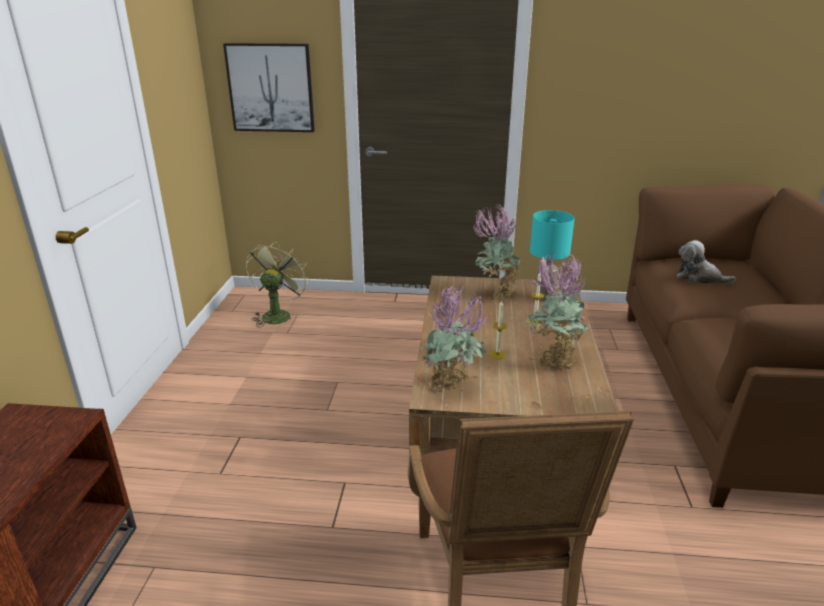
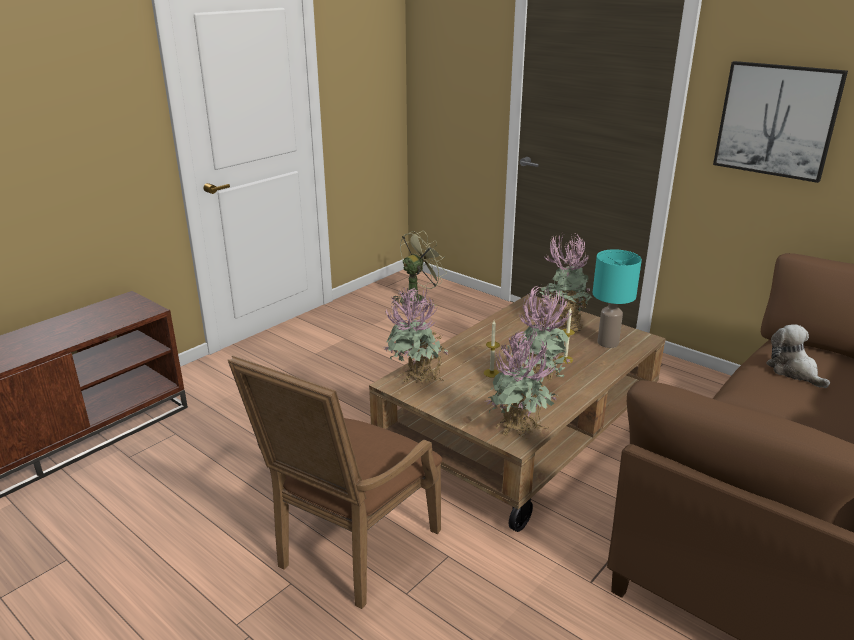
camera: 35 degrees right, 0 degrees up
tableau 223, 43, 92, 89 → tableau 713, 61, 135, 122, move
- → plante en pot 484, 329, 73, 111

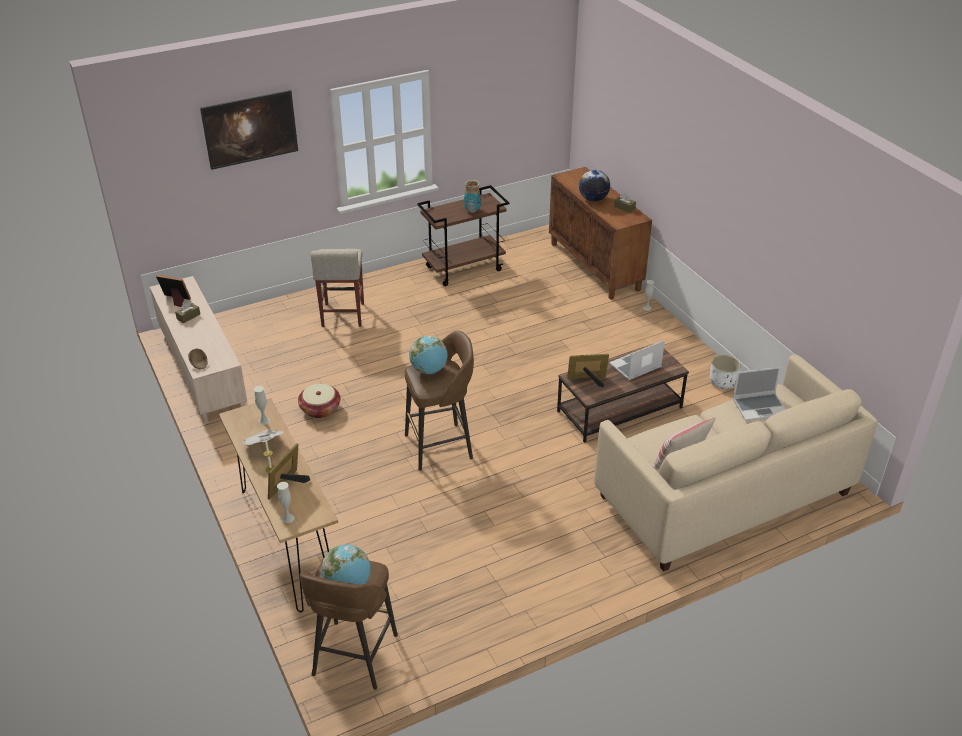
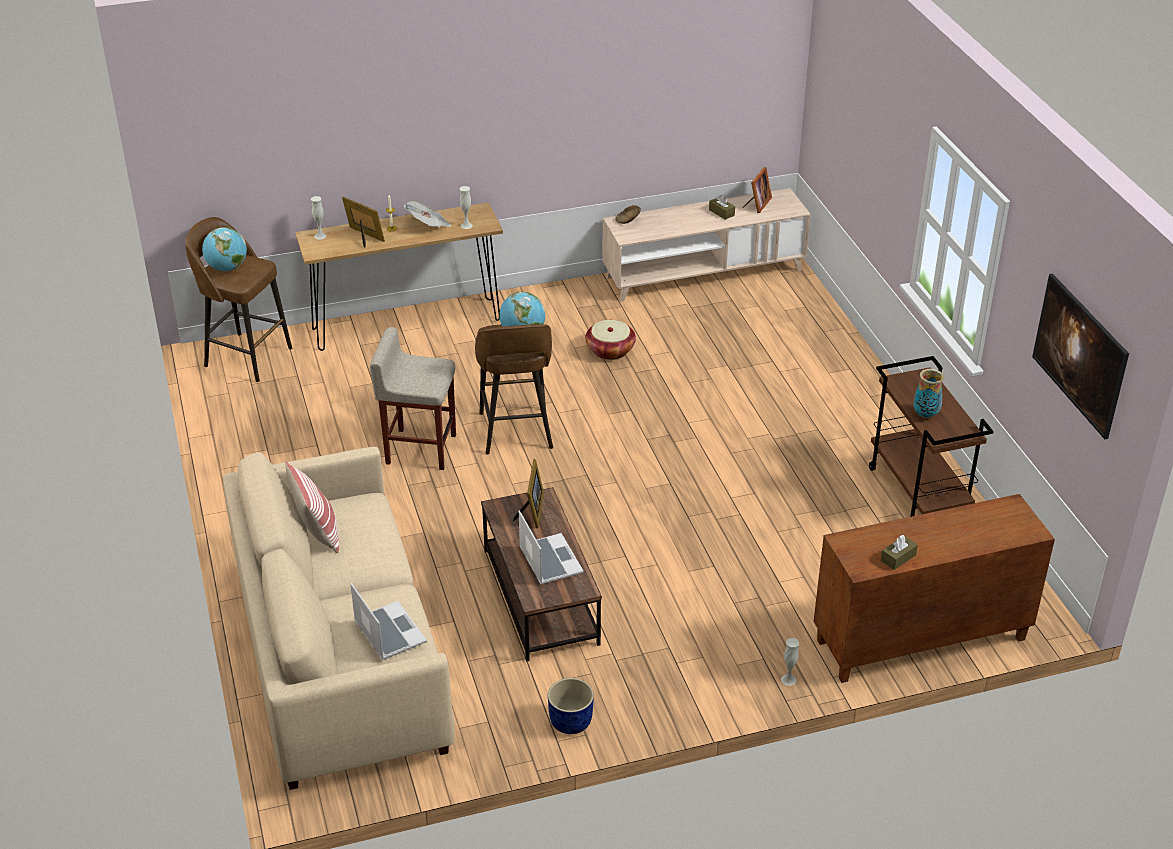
camera: 100 degrees right, 0 degrees up
tableau 200, 90, 98, 80 → tableau 1032, 273, 97, 166, move
tabouret [beige] 311, 249, 53, 78 → tabouret [beige] 370, 327, 86, 143, move
globe 579, 170, 31, 31 → -
cache-pot [blanc] 710, 355, 31, 34 → cache-pot [bleu] 548, 678, 46, 56
ordinateur portable 732, 367, 54, 54 → ordinateur portable 350, 583, 77, 77, 150 degrees clockwise

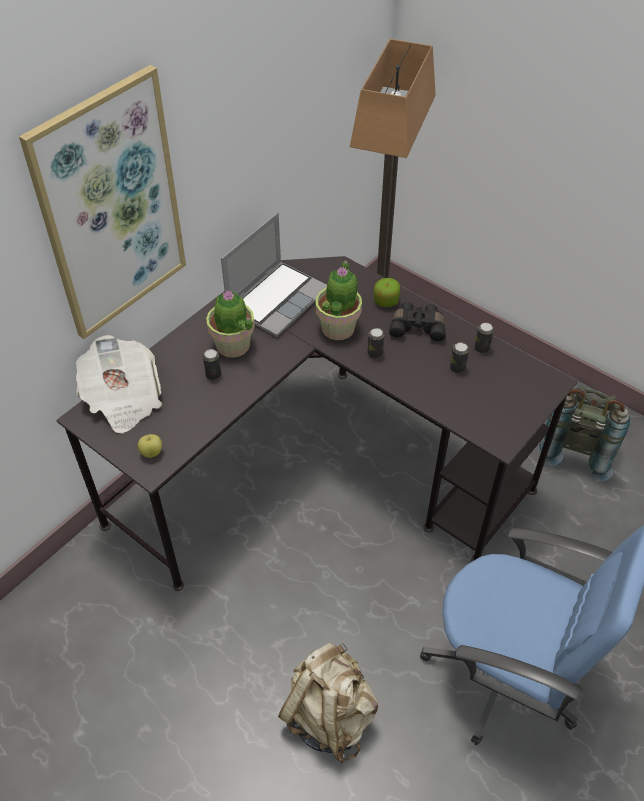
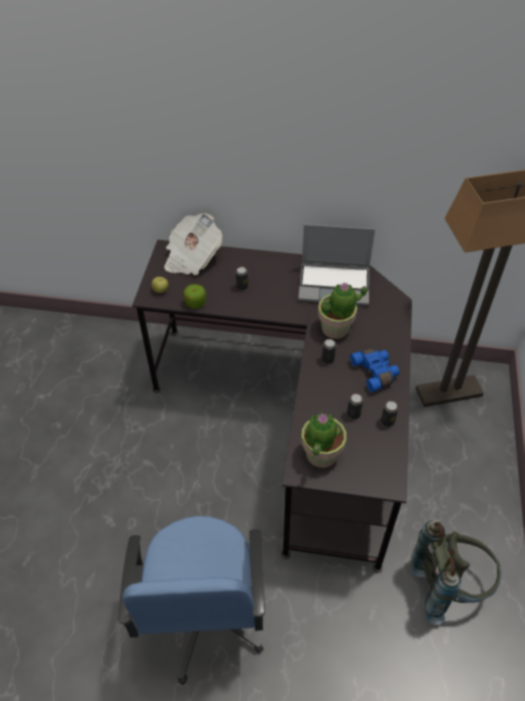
camera: 60 degrees right, 0 degrees up
tableau 19, 65, 167, 274 → -
plante en pot 206, 290, 49, 68 → plante en pot 301, 411, 45, 57, move
sac à dos [beige] 278, 643, 100, 121 → -
pomme 373, 278, 27, 29 → pomme 183, 284, 23, 25, move
jumelles [noir] 389, 302, 57, 40 → jumelles [bleu] 350, 348, 49, 44

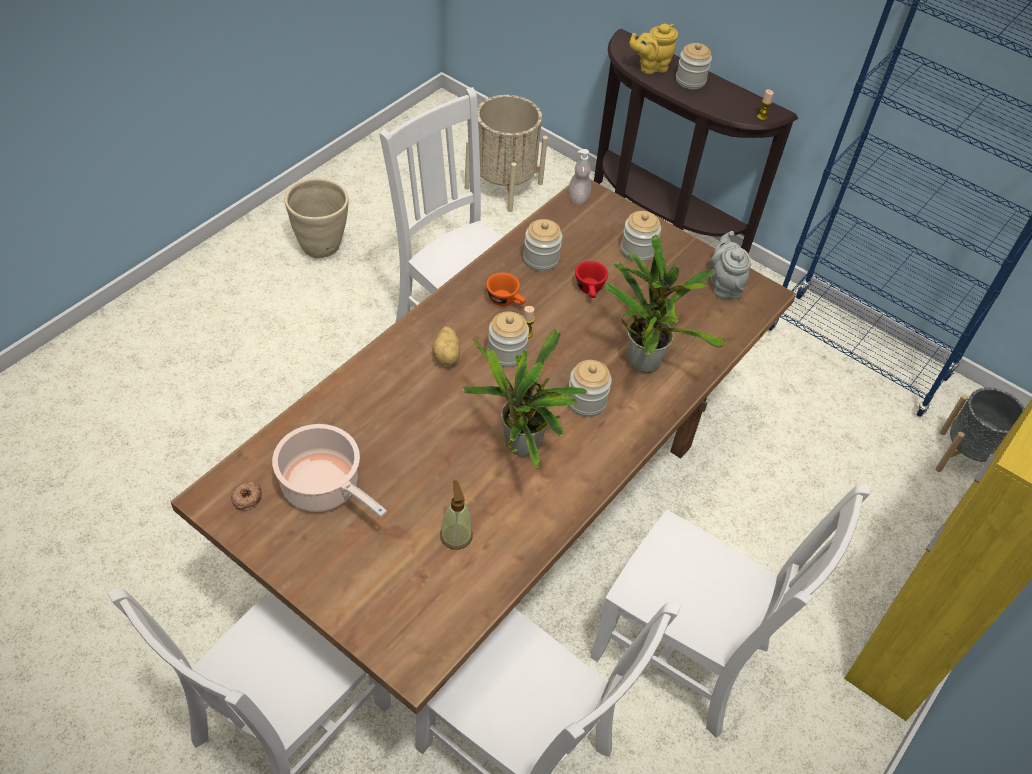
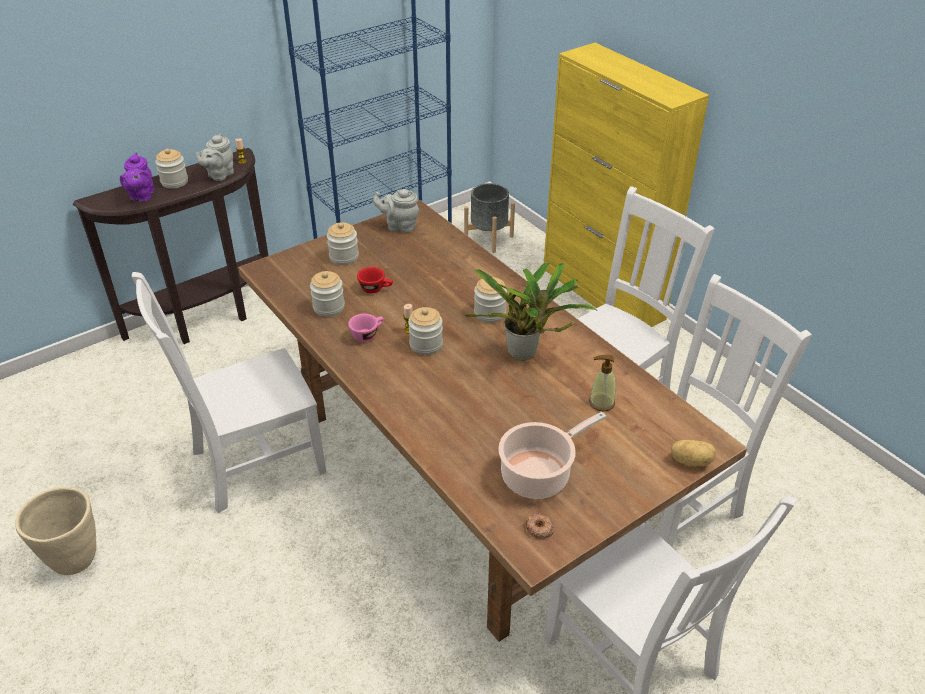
camera: 70 degrees left, 10 degrees down
pomme de terre 432, 326, 28, 40 → pomme de terre 671, 440, 45, 27, move
cache-pot [beige] 465, 95, 83, 117 → -
tasse [orange] 486, 273, 40, 33 → tasse [rose] 348, 314, 36, 28
distributeur de savon 568, 149, 23, 55 → -
plante en pot 605, 235, 121, 138 → -
théière [jaune] 629, 24, 49, 50 → théière [violet] 120, 152, 34, 50
- → théière [gris] 196, 133, 38, 48

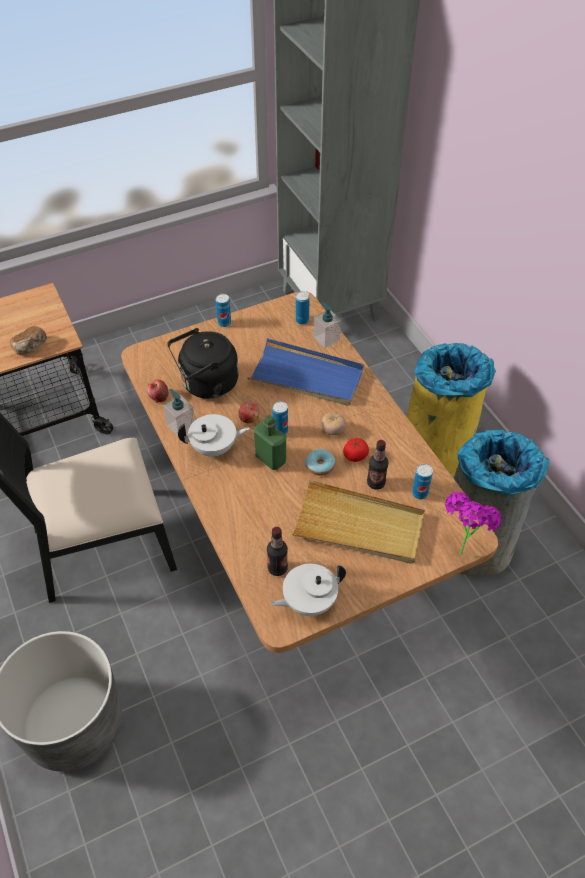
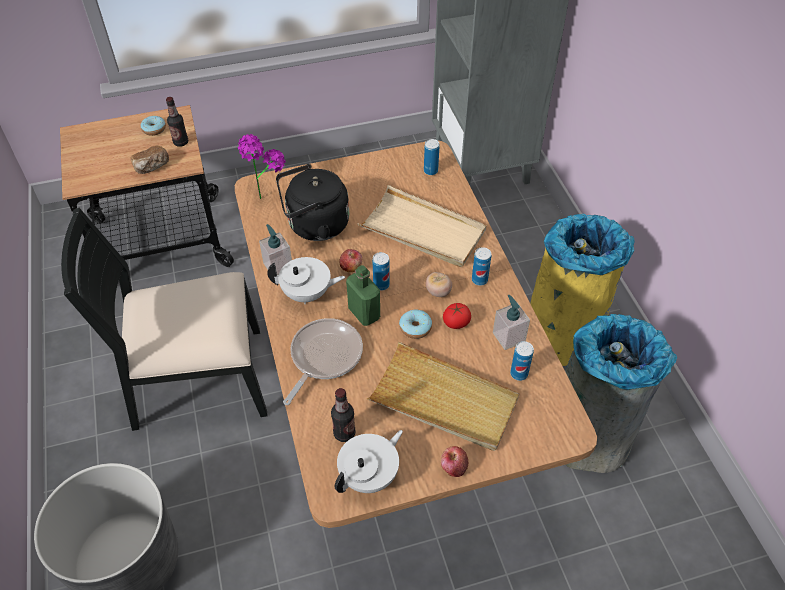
camera: 10 degrees right, 0 degrees up
pomme 147, 380, 21, 23 → pomme 441, 446, 27, 31, move
boîte métallique 216, 294, 15, 33 → boîte métallique 472, 247, 19, 39, move
plateau [bleu] 248, 338, 116, 68 → plateau [beige] 358, 185, 128, 82
théière [blanc] 270, 564, 76, 52 → théière [blanc] 335, 430, 68, 63, 150 degrees clockwise
distributeur de savon 313, 302, 28, 47 → distributeur de savon 493, 295, 37, 55, move
bouteille 367, 440, 21, 50 → bouteille 166, 97, 22, 50, move
plante en pot 445, 492, 57, 63 → plante en pot 238, 134, 48, 65, move
- → beignet 140, 115, 26, 21
- → poêle 283, 318, 80, 87

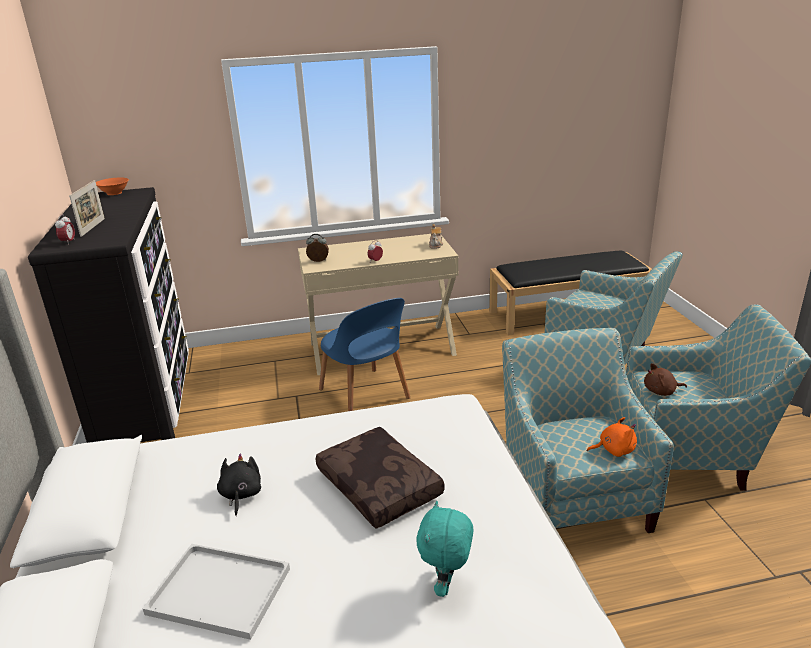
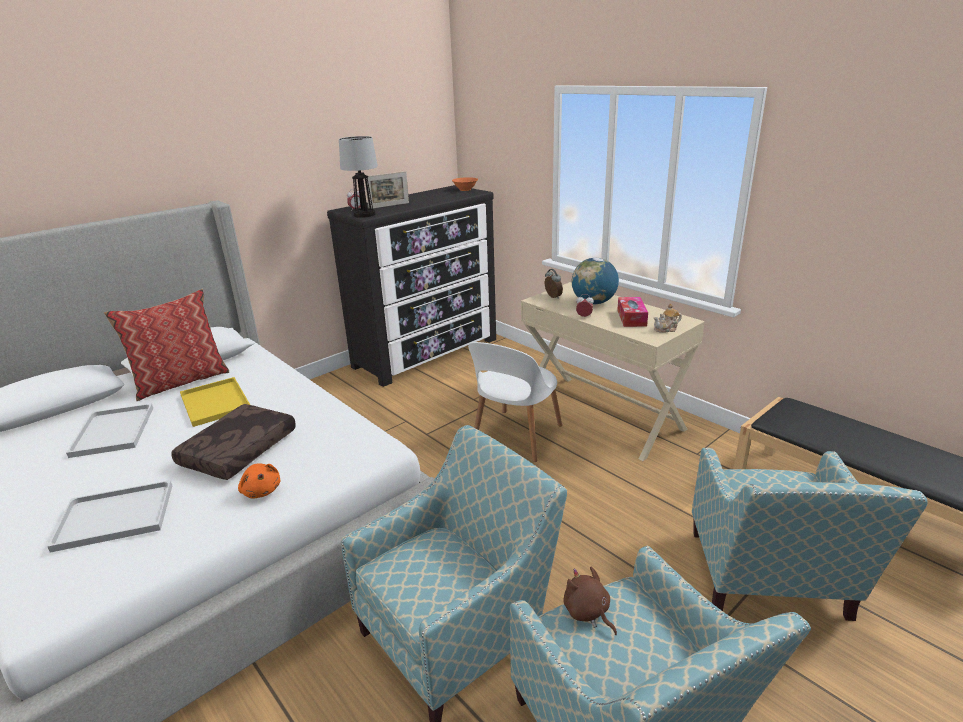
camera: 60 degrees right, 0 degrees up
peluche [noir] 217, 454, 44, 62 → plateau [jaune] 180, 377, 70, 50
chaise [bleu] 319, 298, 91, 113 → chaise [blanc] 468, 342, 94, 120
peluche [turquoise] 416, 501, 57, 96 → plateau [blanc] 47, 480, 125, 73
peluche [orange] 587, 417, 50, 40 → peluche [orange] 238, 463, 42, 36, move
- → coussin 104, 289, 125, 112
- → lampe de table 339, 136, 39, 82
- → globe 571, 258, 48, 47
- → boîte à mouchoirs 617, 297, 31, 30

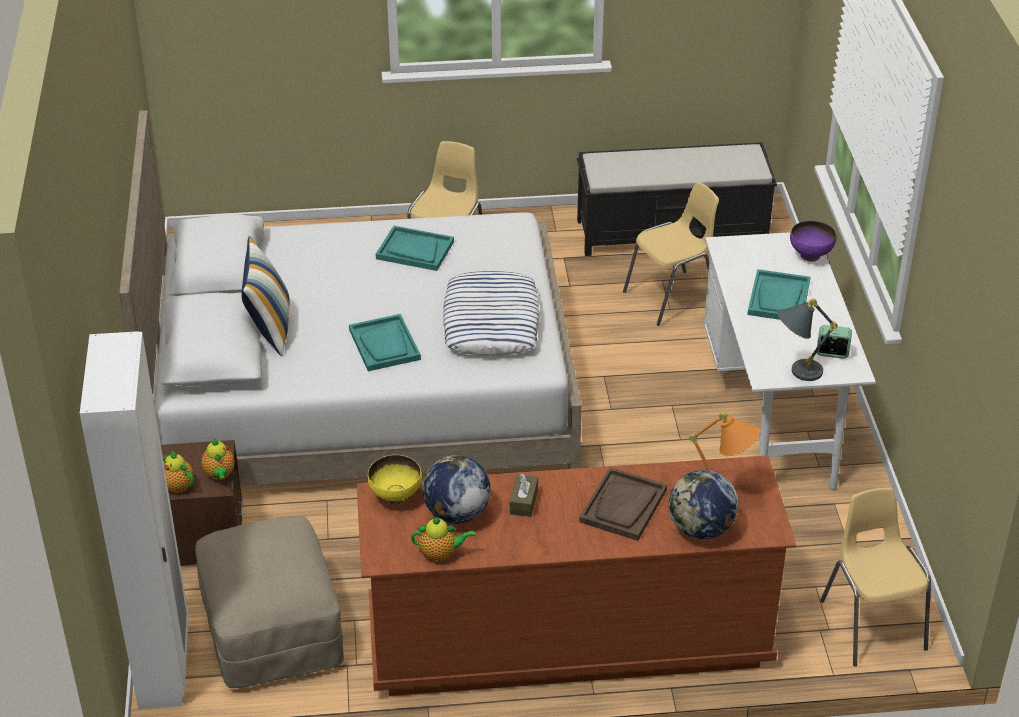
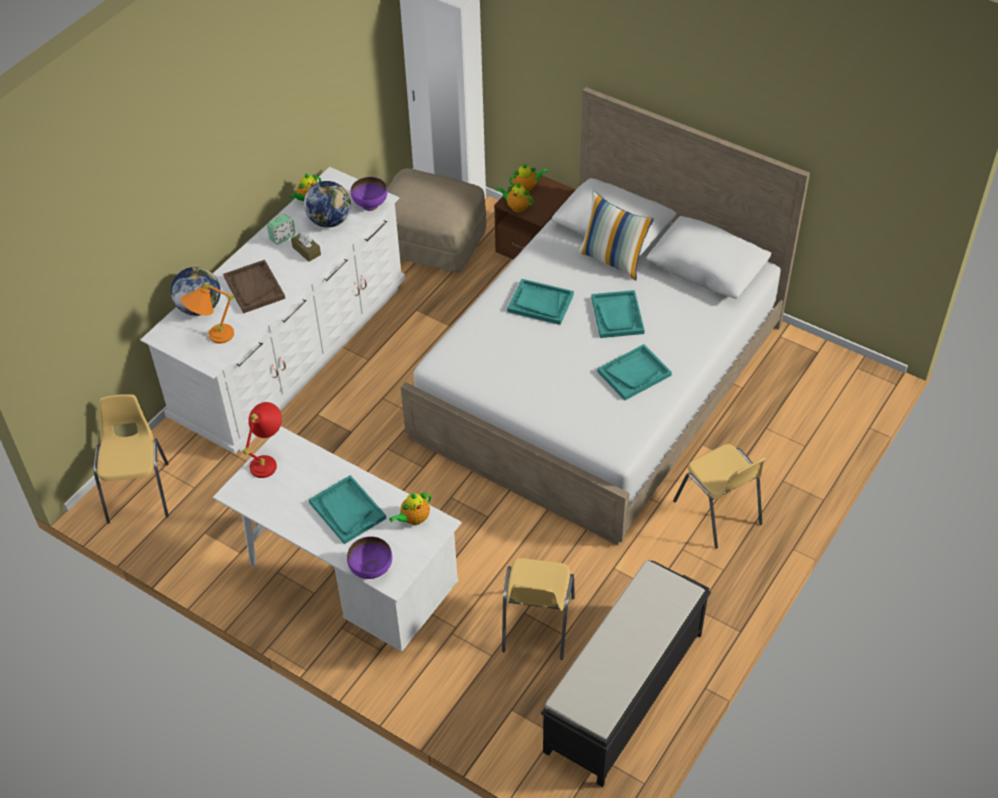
camera: 130 degrees right, 10 degrees up
commode [marron] 357, 456, 439, 240 → commode [blanc] 140, 167, 265, 287
bol [jaune] 368, 455, 54, 50 → bol [violet] 351, 177, 36, 34
coussin 443, 271, 96, 85 → -
lampe de table [gris] 777, 298, 61, 83 → lampe de table [rouge] 243, 402, 39, 76
réveil 817, 325, 35, 34 → réveil 267, 214, 29, 31, move
chaise [jaune] 820, 487, 111, 179 → chaise [jaune] 94, 394, 75, 129, 120 degrees counterclockwise
- → théière 389, 492, 42, 33
- → plateau [turquoise] 591, 290, 54, 48

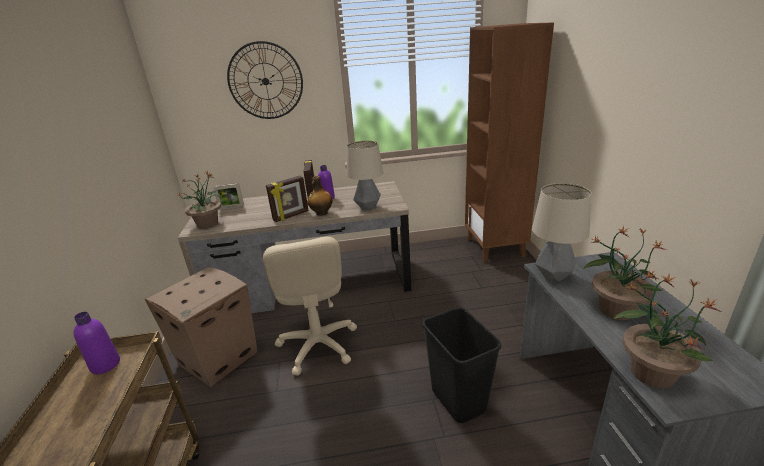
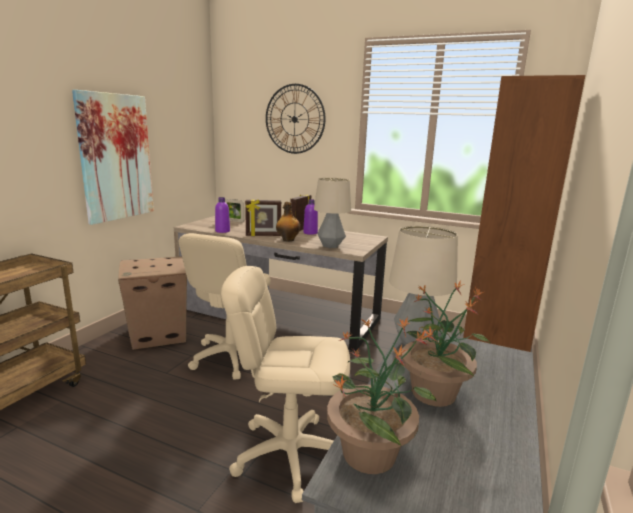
camera: 30 degrees right, 10 degrees down
bouteille [violet] 73, 312, 47, 62 → bouteille [violet] 215, 197, 15, 36, move
plante en pot 178, 170, 44, 59 → -
poubelle [noir] 422, 307, 80, 116 → chaise de bureau [beige] 221, 266, 129, 237
- → tableau 72, 90, 82, 135

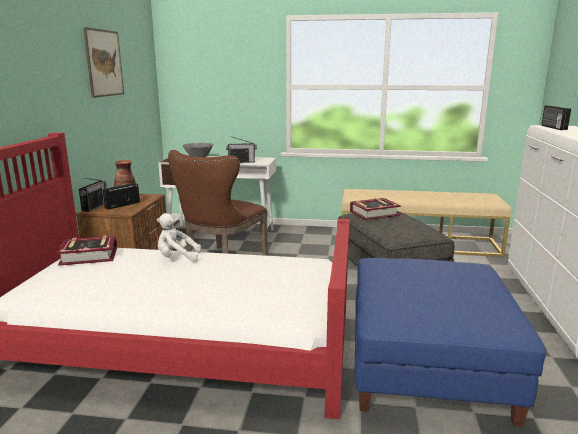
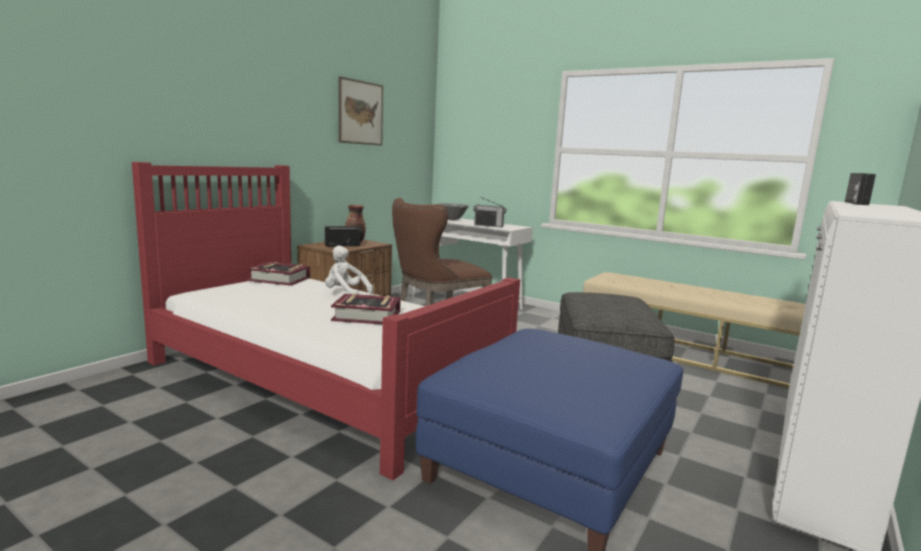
camera: 25 degrees right, 5 degrees down
radio 79, 178, 28, 34 → -
livre 350, 198, 51, 22 → livre 331, 293, 70, 31, move

